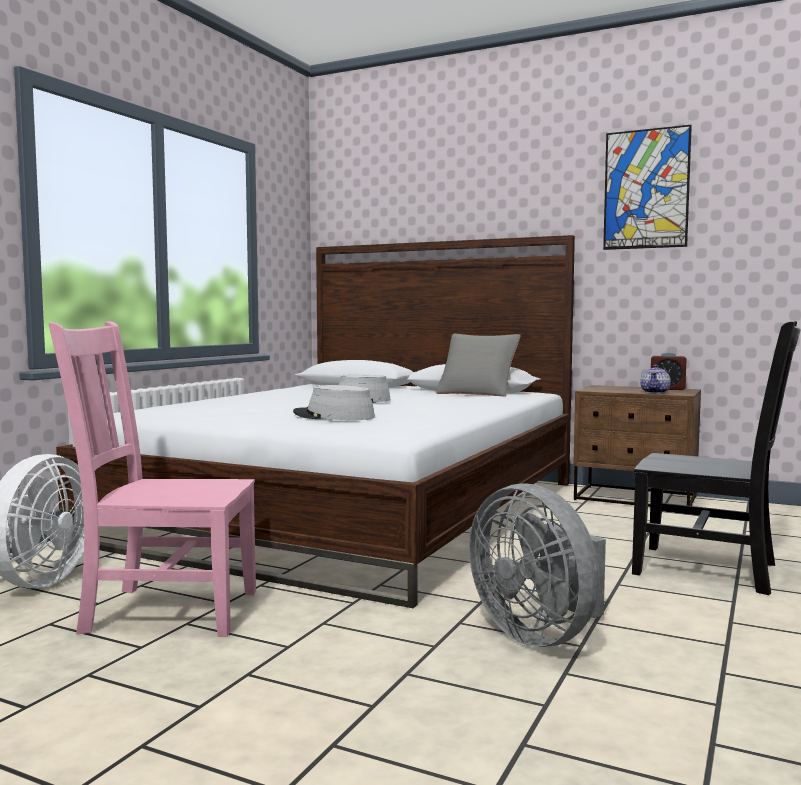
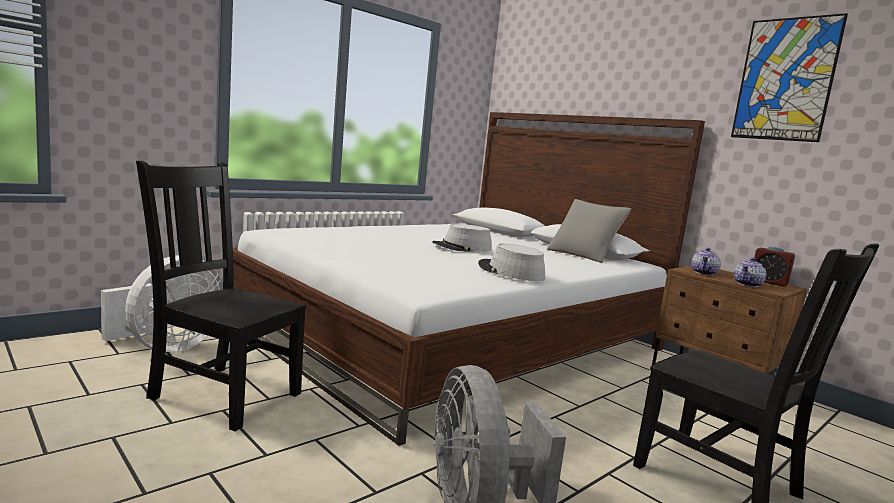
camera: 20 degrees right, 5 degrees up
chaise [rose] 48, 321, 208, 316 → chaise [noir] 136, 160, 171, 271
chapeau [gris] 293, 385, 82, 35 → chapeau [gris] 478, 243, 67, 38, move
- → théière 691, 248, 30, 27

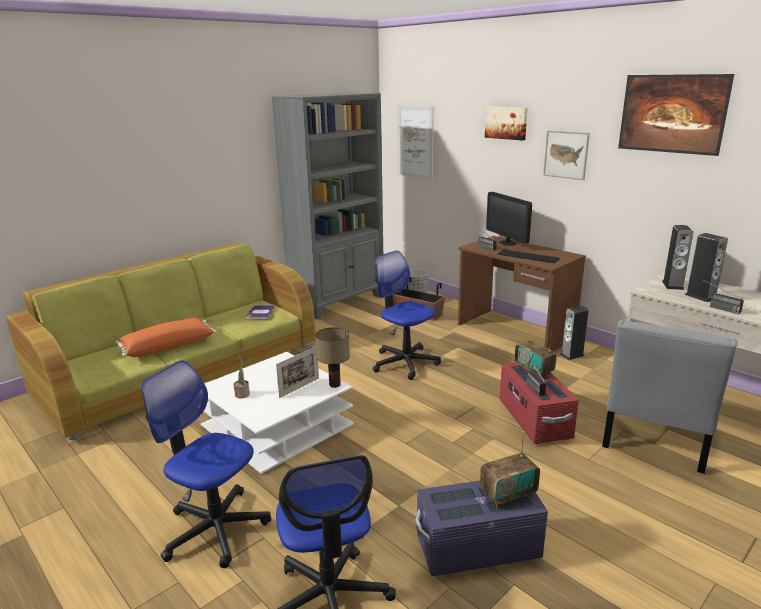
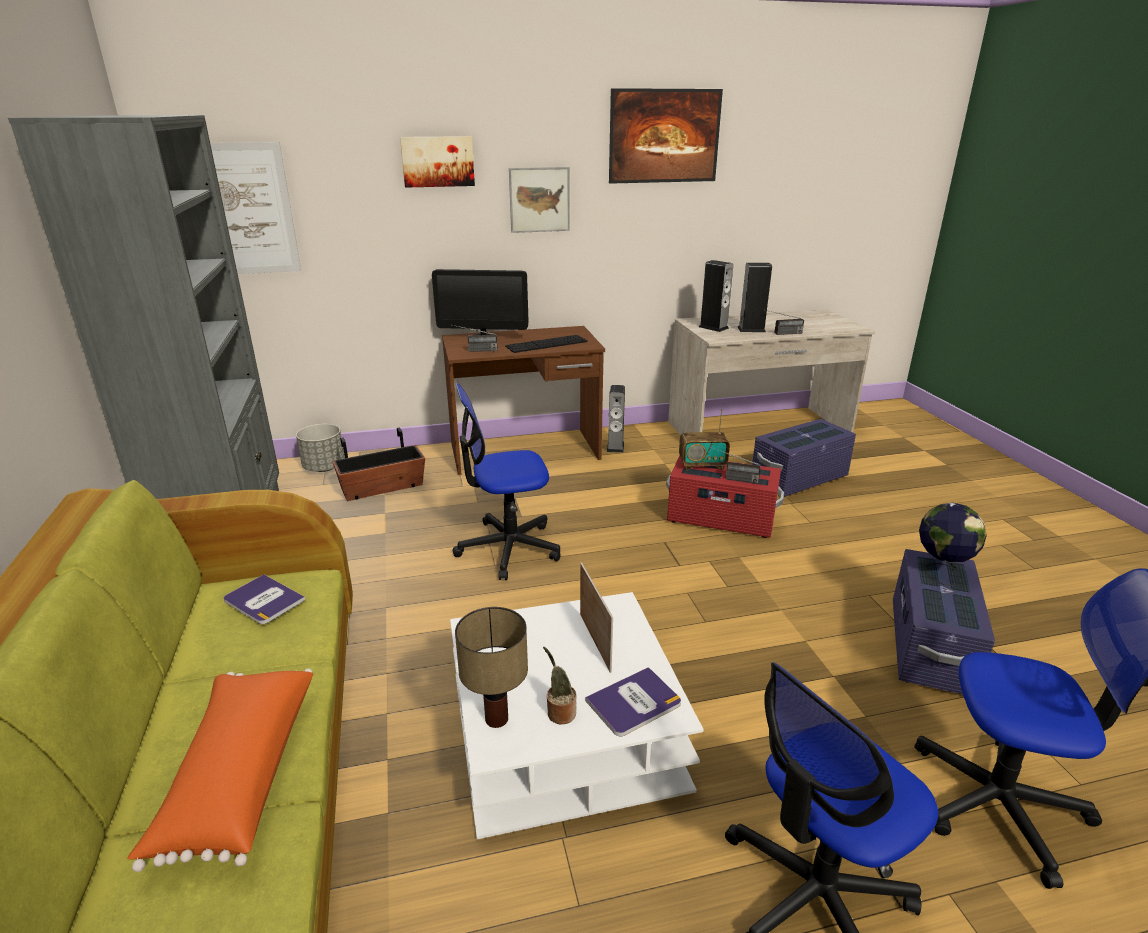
camera: 60 degrees left, 5 degrees up
lampe de table 316, 327, 34, 61 → lampe de table 455, 607, 73, 121, move
radio 480, 431, 60, 77 → globe 919, 503, 68, 83
chaise [gris] 602, 320, 136, 154 → boîte de rangement [violet] 752, 419, 104, 78
- → livre 585, 667, 96, 70

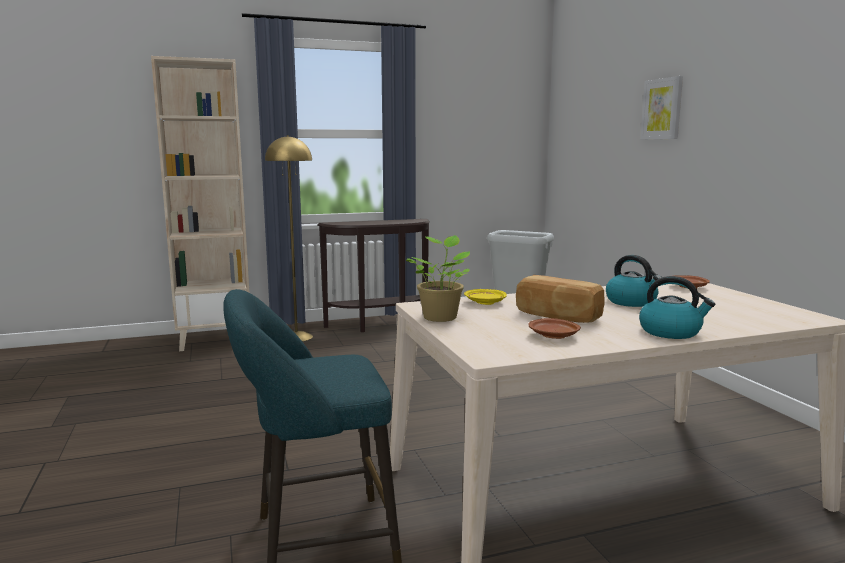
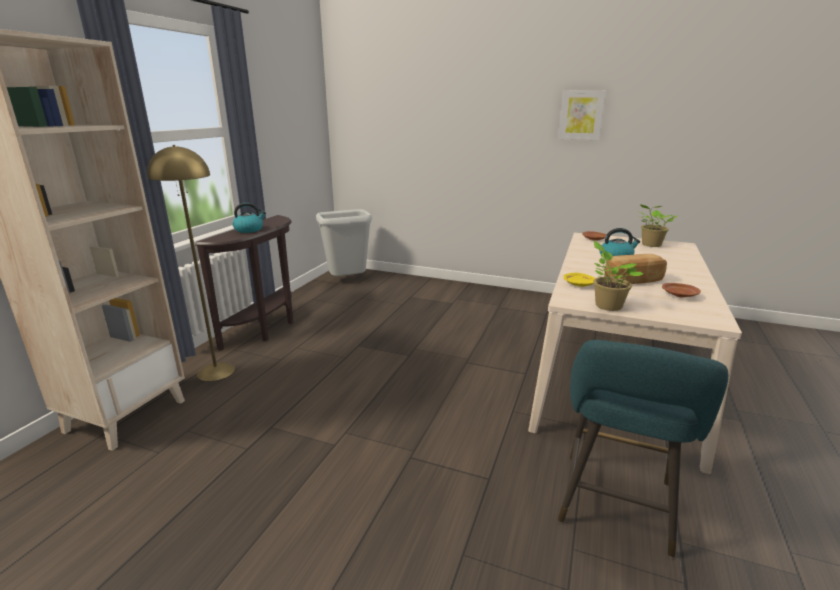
camera: 50 degrees left, 10 degrees up
bouilloire 639, 276, 76, 63 → bouilloire 233, 203, 33, 30, move
tableau 641, 76, 42, 64 → tableau 558, 90, 48, 50, move
- → plante en pot 638, 205, 39, 42

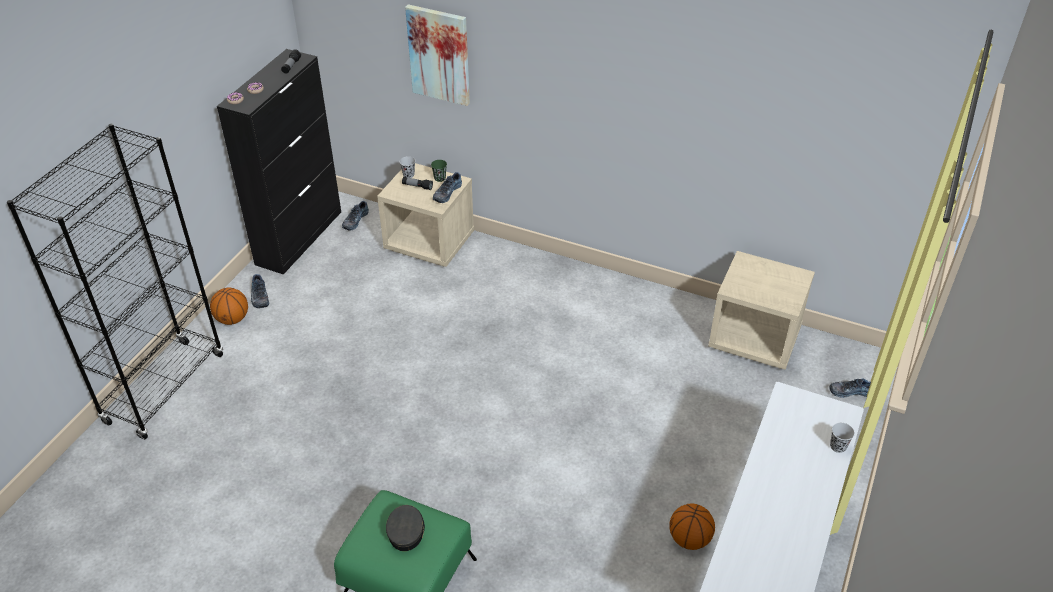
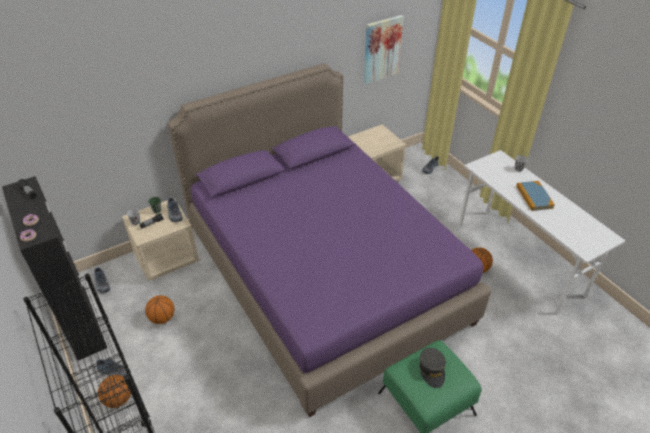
camera: 55 degrees left, 0 degrees up
casquette [gris] 386, 505, 39, 46 → casquette [gris] 419, 348, 27, 40, 135 degrees counterclockwise
tableau 405, 4, 65, 102 → tableau 364, 15, 40, 69, move
- → ballon de basket 145, 295, 29, 29
- → lit [violet] 168, 63, 323, 354
- → livre 516, 181, 39, 30

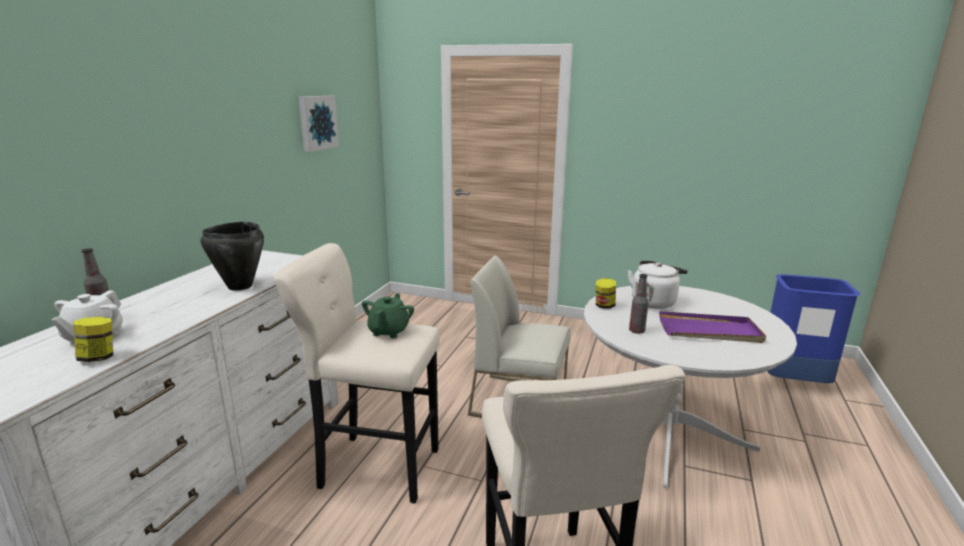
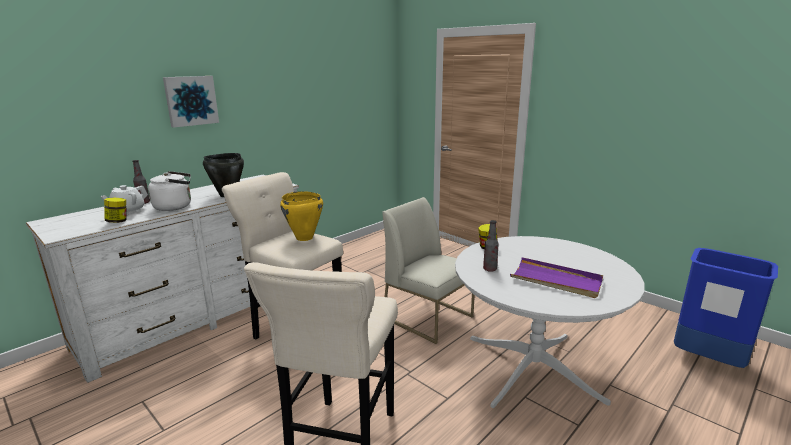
camera: 25 degrees right, 0 degrees up
tableau 299, 96, 40, 56 → tableau 163, 76, 56, 52, move
théière [vert] 362, 293, 52, 45 → marmite [jaune] 280, 191, 43, 50
bouilloire [blanc] 627, 261, 61, 48 → bouilloire [blanc] 148, 171, 43, 40, move

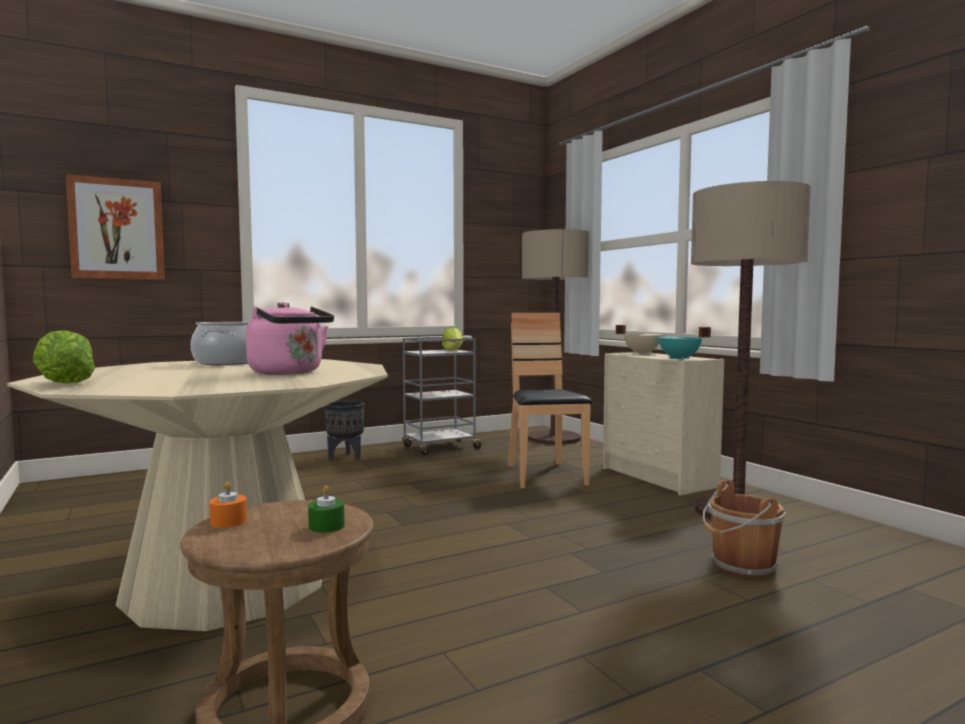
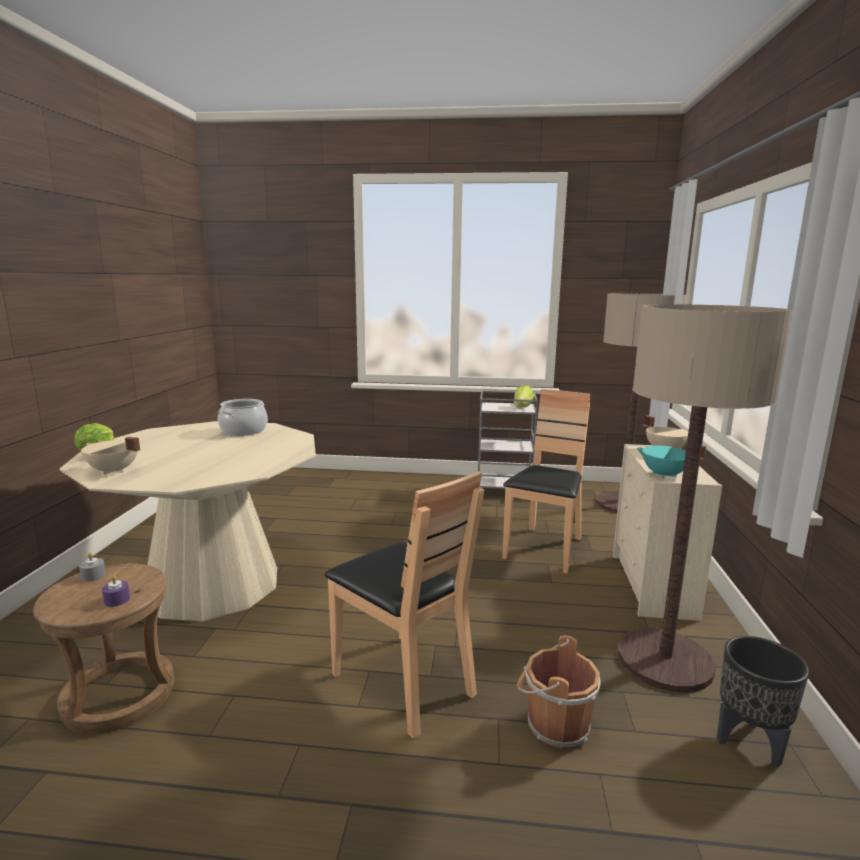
camera: 35 degrees right, 10 degrees up
tableau 66, 174, 99, 106 → -
bougie [orange] 209, 481, 38, 47 → bougie [gris] 79, 553, 27, 29
bouilloire [rose] 246, 302, 88, 73 → -
bougie [vert] 308, 485, 37, 48 → bougie [violet] 102, 575, 28, 32
cache-pot [noir] 325, 401, 39, 59 → cache-pot [noir] 717, 636, 92, 131, move
- → marmite [beige] 81, 437, 59, 38
- → chaise [marron] 325, 471, 159, 268

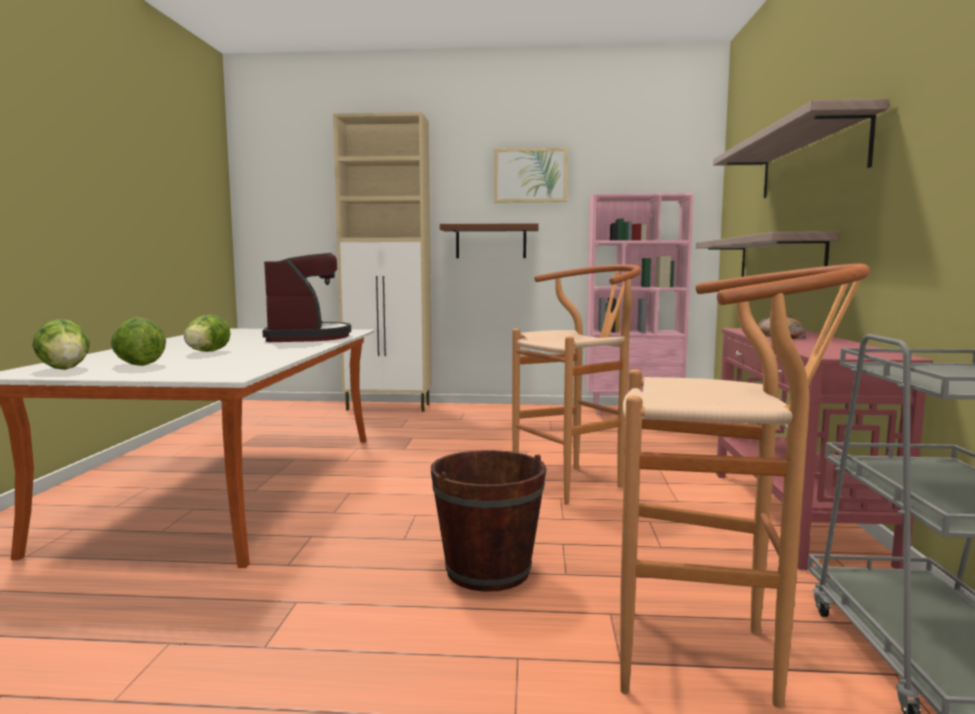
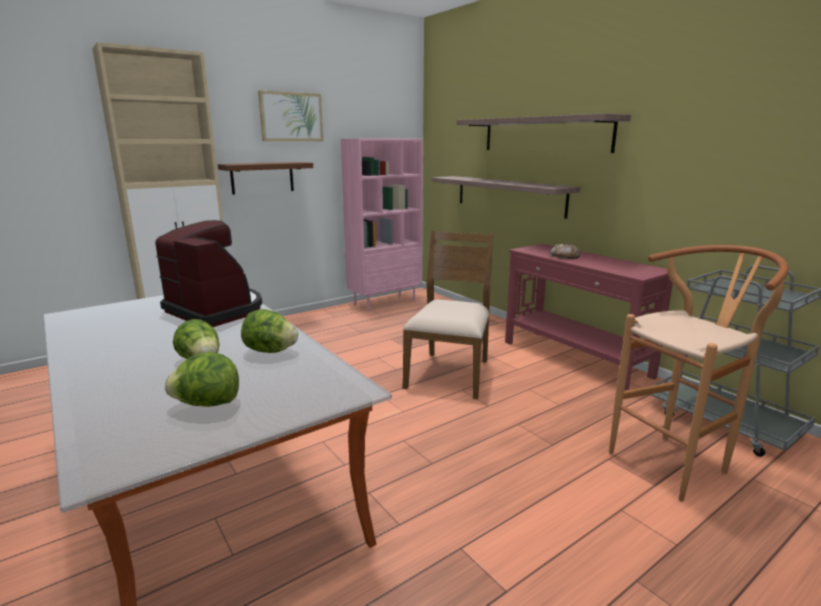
camera: 40 degrees left, 10 degrees up
laitue 32, 319, 58, 51 → laitue 241, 309, 57, 44, move
seau [marron] 431, 450, 116, 142 → -
tabouret [marron] 512, 264, 129, 241 → chaise [marron] 403, 231, 90, 168

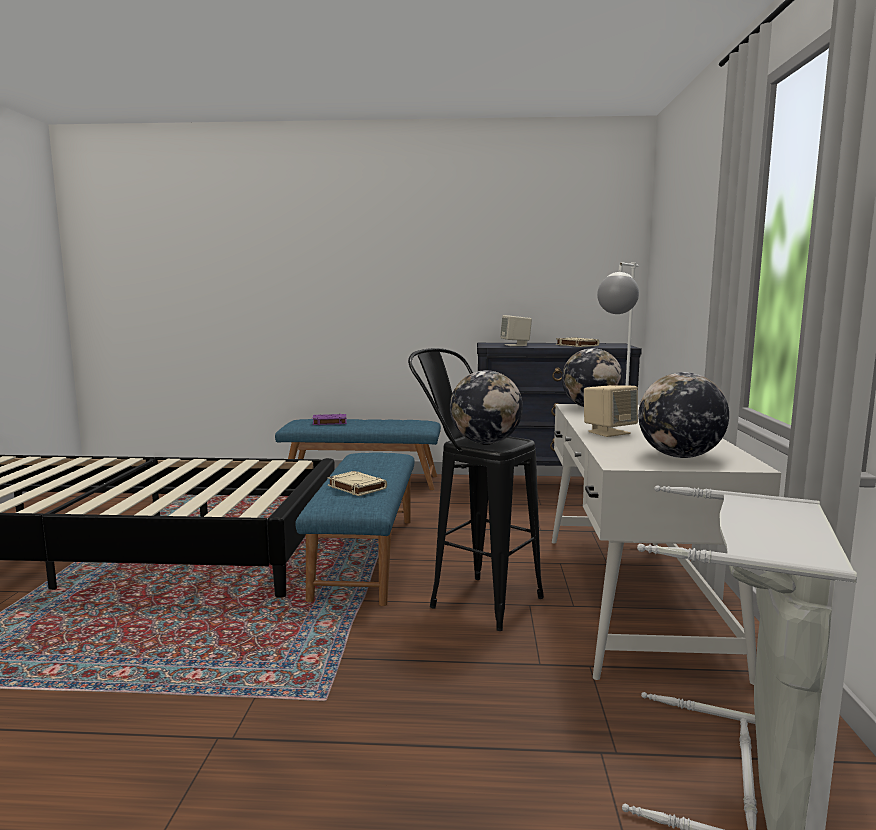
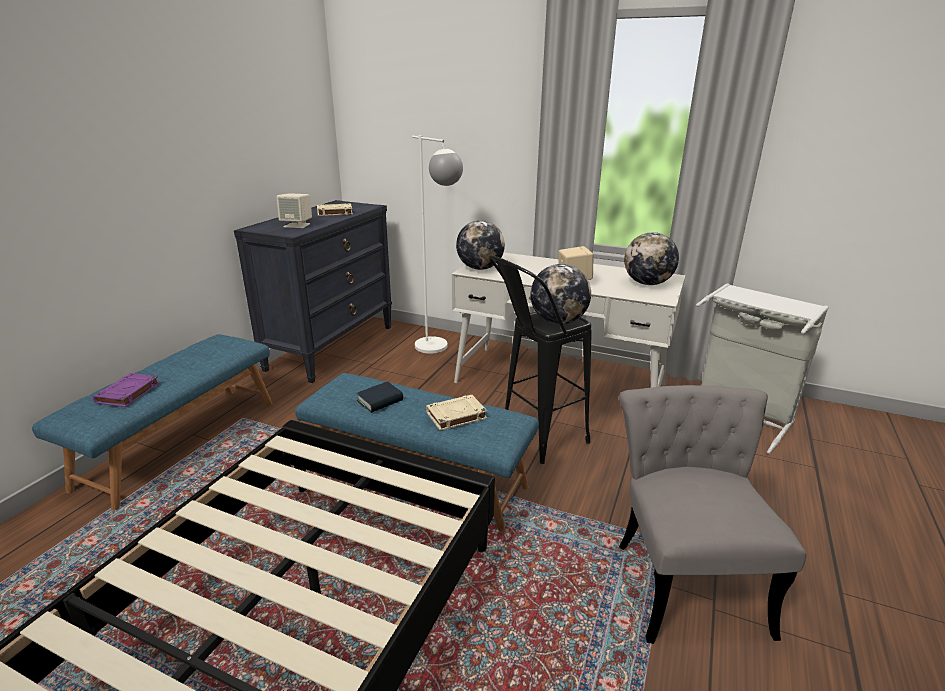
camera: 70 degrees left, 15 degrees up
- → livre 357, 381, 46, 32
- → chaise [gris] 619, 385, 188, 259

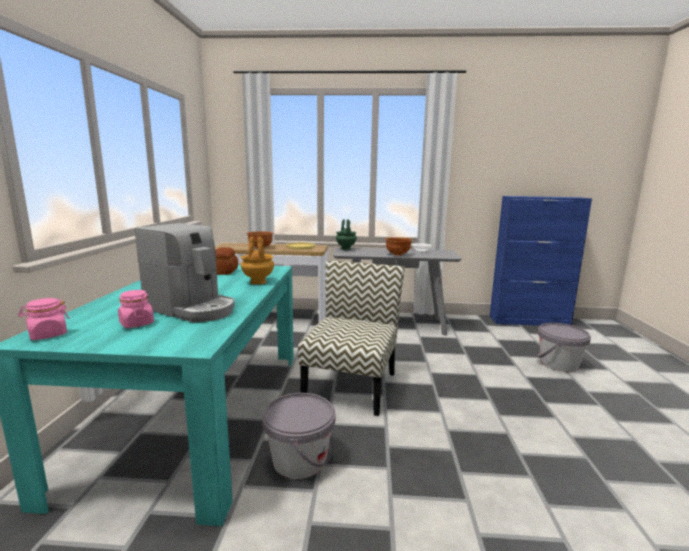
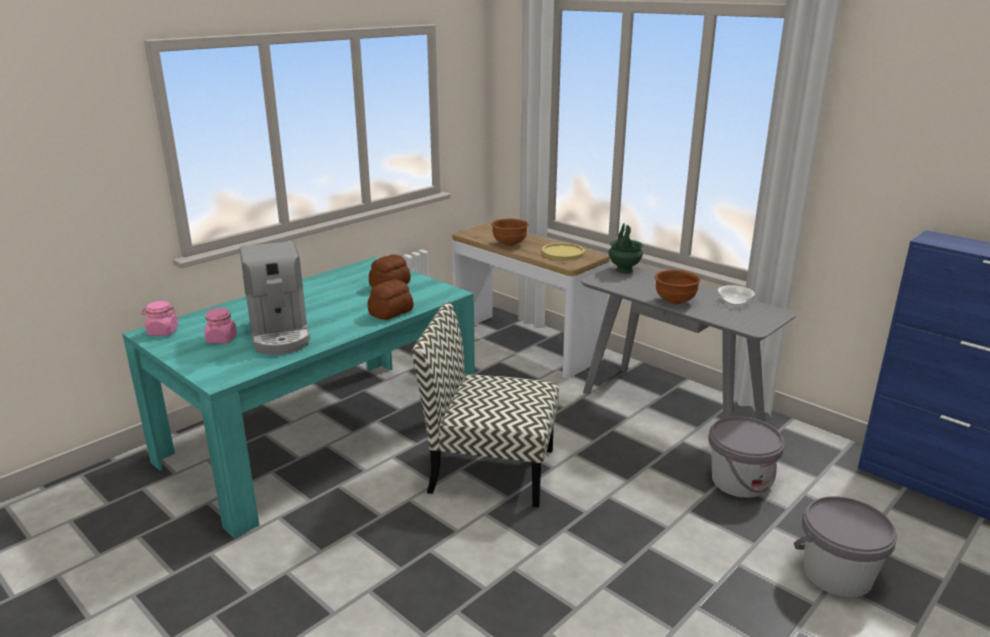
camera: 40 degrees right, 10 degrees up
vase [marron] 241, 236, 33, 49 → pain 368, 280, 46, 40
seau [gris] 262, 393, 73, 86 → seau [gris] 708, 417, 77, 81, move
chaise 298, 260, 107, 156 → chaise 412, 302, 147, 205, 135 degrees counterclockwise

